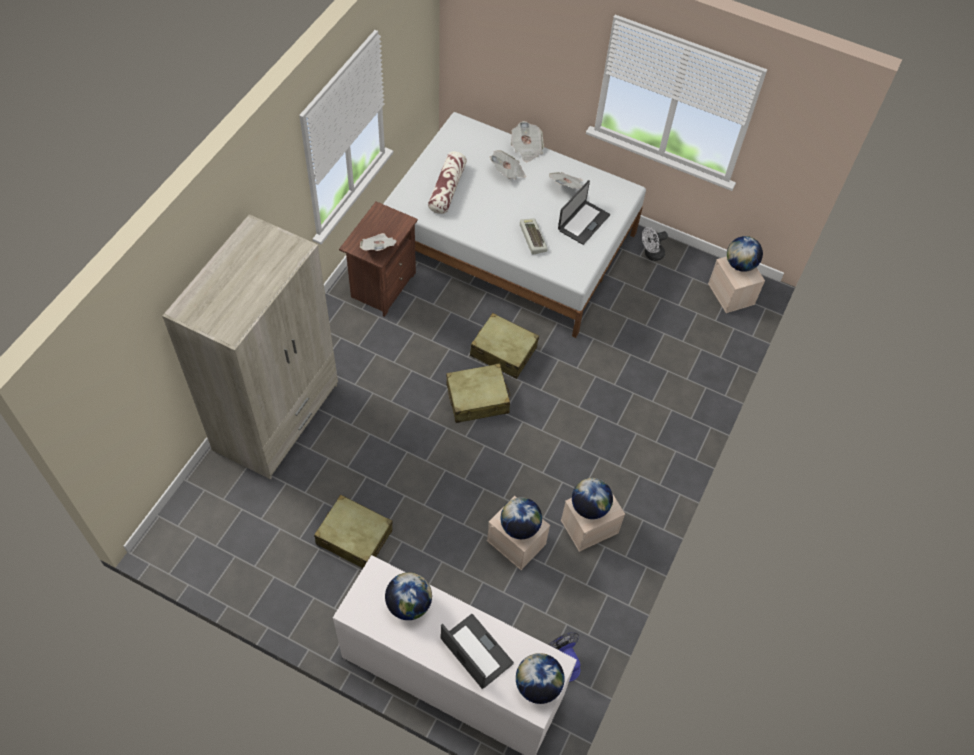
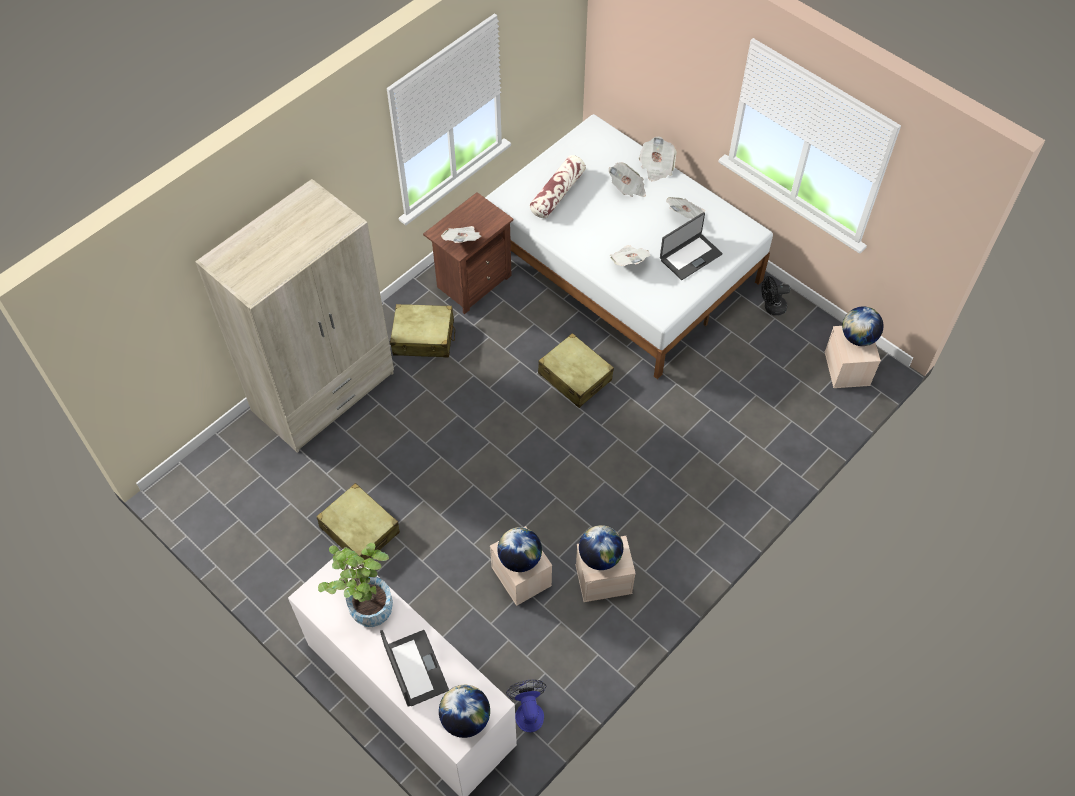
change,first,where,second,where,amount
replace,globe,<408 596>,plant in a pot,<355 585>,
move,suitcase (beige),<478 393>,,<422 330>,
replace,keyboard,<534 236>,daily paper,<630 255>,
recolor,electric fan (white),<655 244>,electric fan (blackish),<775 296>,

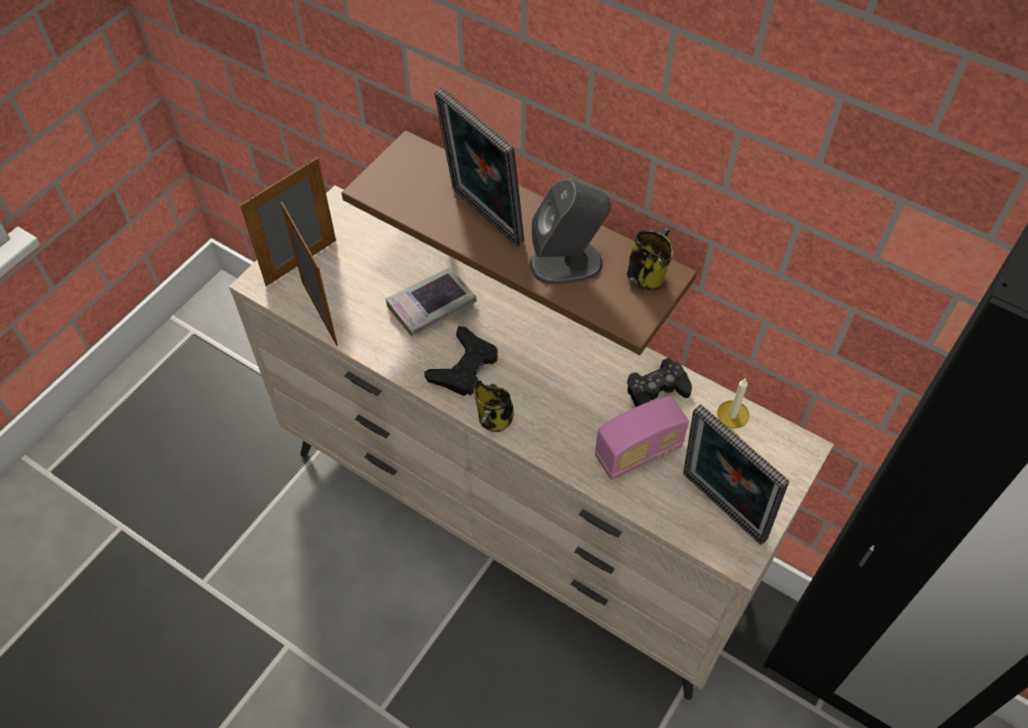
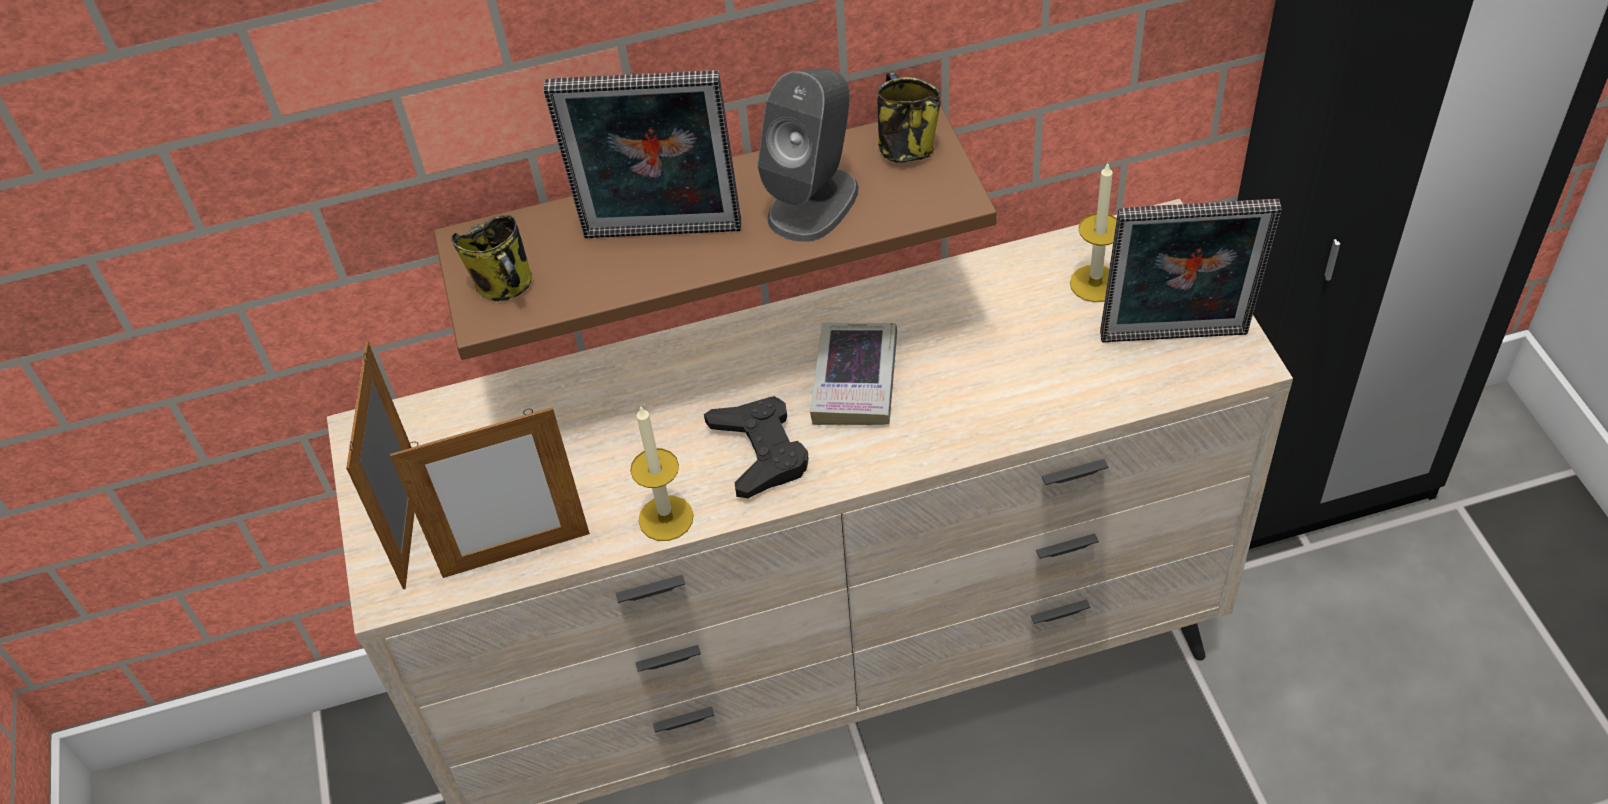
change,first,where,second,where,amount
rotate,photo frame,<309 274>,,<490 492>,150 degrees clockwise
move,book,<431 301>,,<853 374>,
move,coffee mug,<494 406>,,<491 258>,
delete,radio receiver,<642 438>,,,
delete,gamepad (blackish),<659 382>,,,
insert,,,wax candle,<662 473>,

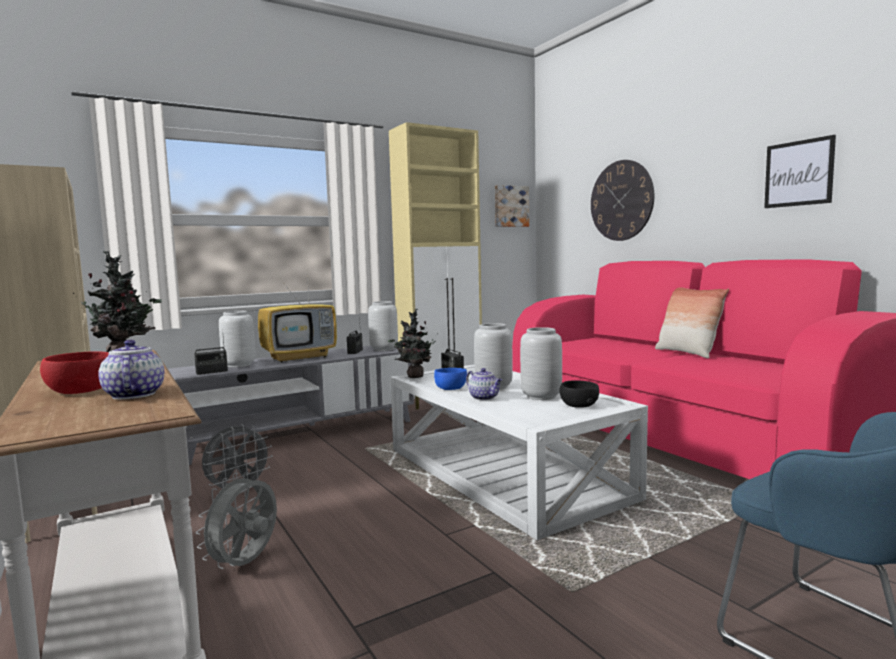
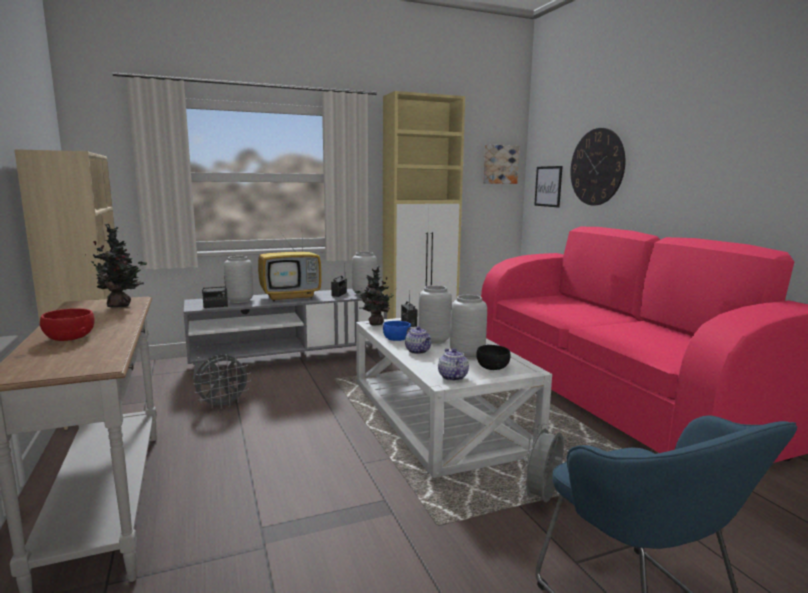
change,first,where,second,where,amount
move,teapot,<131 369>,,<453 364>,
move,electric fan (gray),<236 520>,,<542 463>,
delete,cushion,<692 322>,,,
move,picture,<800 171>,,<548 187>,

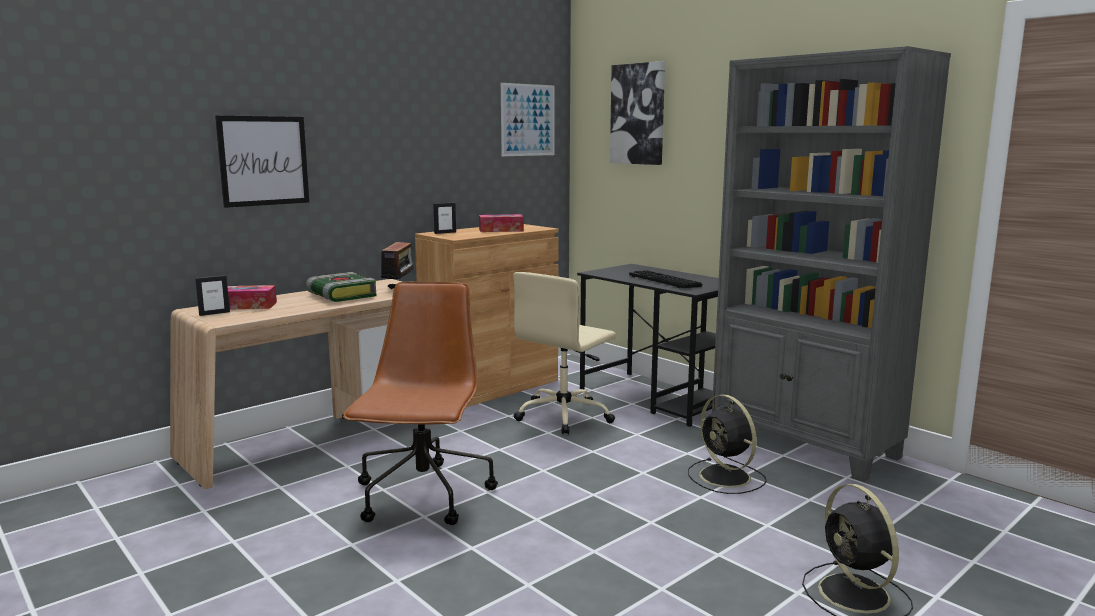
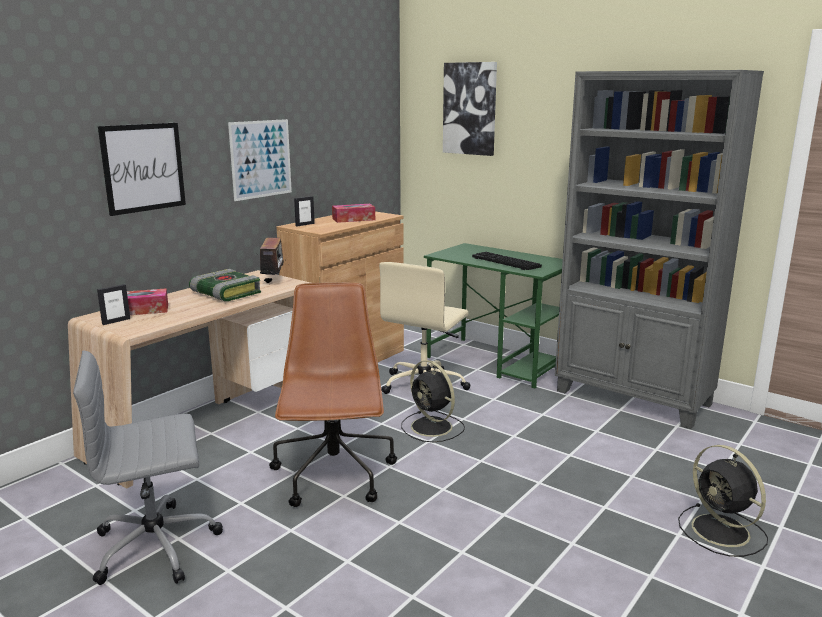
change,first,where,second,where,amount
move,picture,<528 119>,,<260 160>,
recolor,desk table (blackish),<648 345>,desk table (green-coloured),<493 316>,
move,electric fan (blackish),<727 444>,,<433 401>,
insert,,,desk chair (gray),<148 467>,

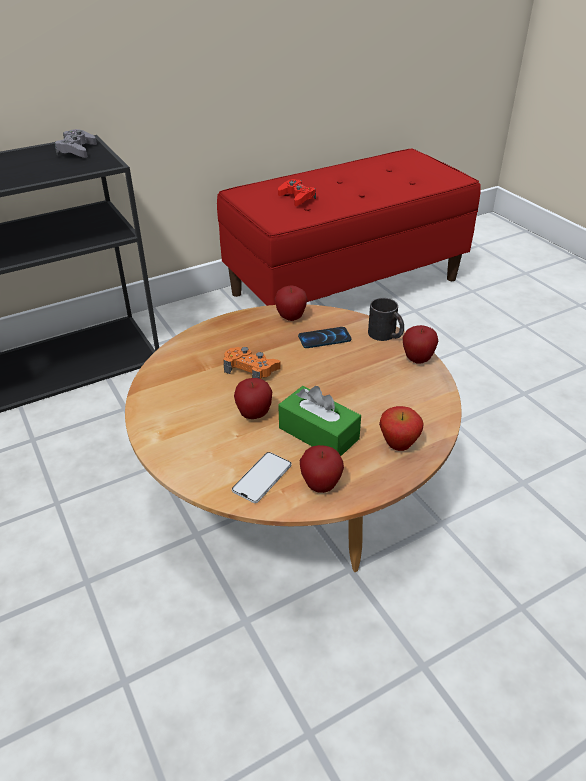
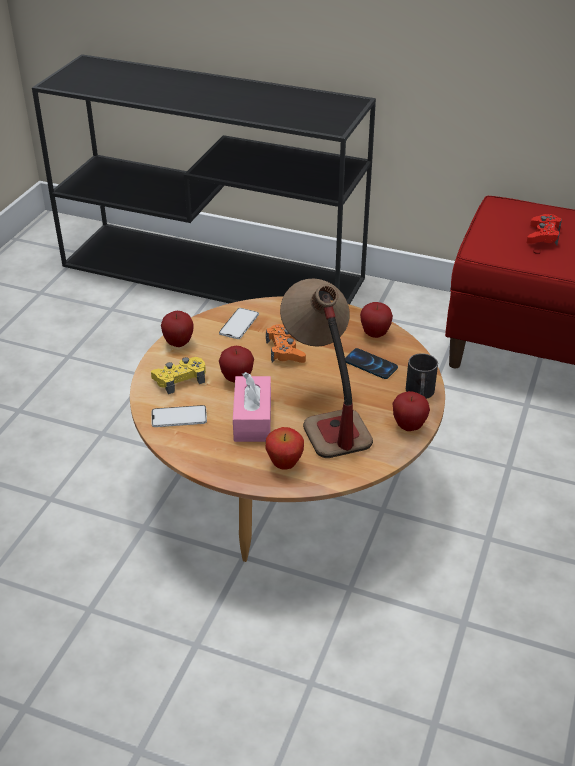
change,first,where,second,where,amount
delete,gamepad (gray),<76 143>,,,
recolor,box of tissues (green-coloured),<319 421>,box of tissues (pink-coloured),<252 407>,
move,whole apple,<322 469>,,<177 329>,
insert,,,gamepad (yellow-coloured),<178 375>,
insert,,,telephone,<239 323>,
insert,,,tabletop lamp,<326 368>,

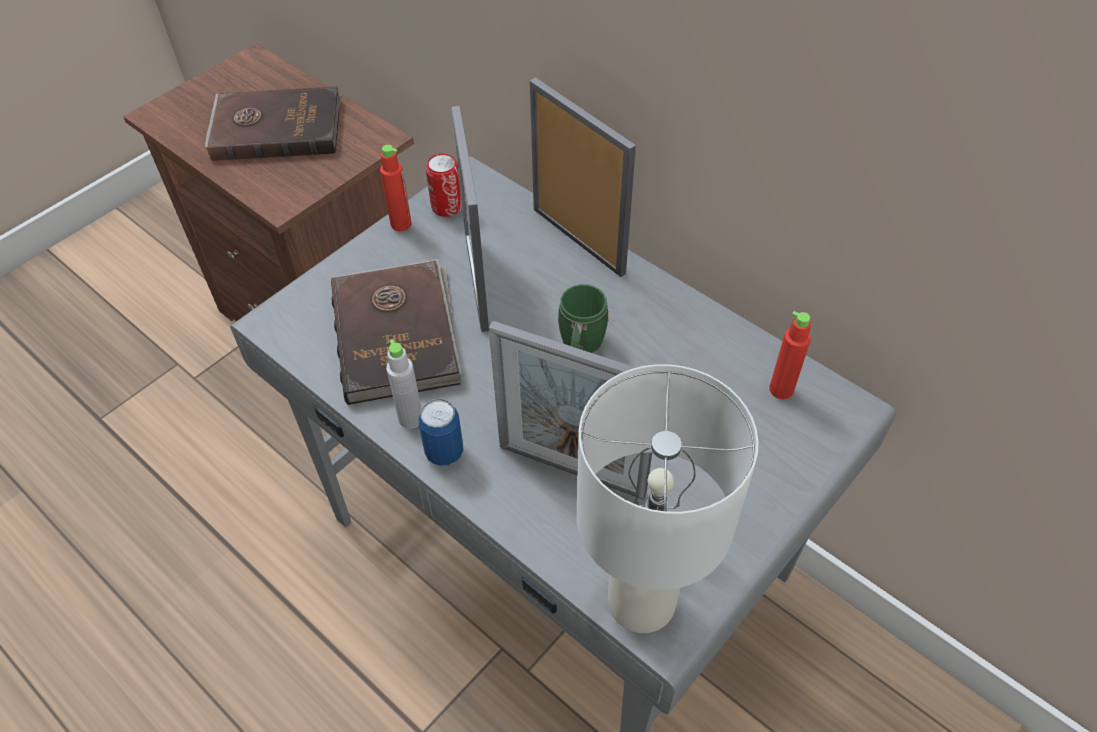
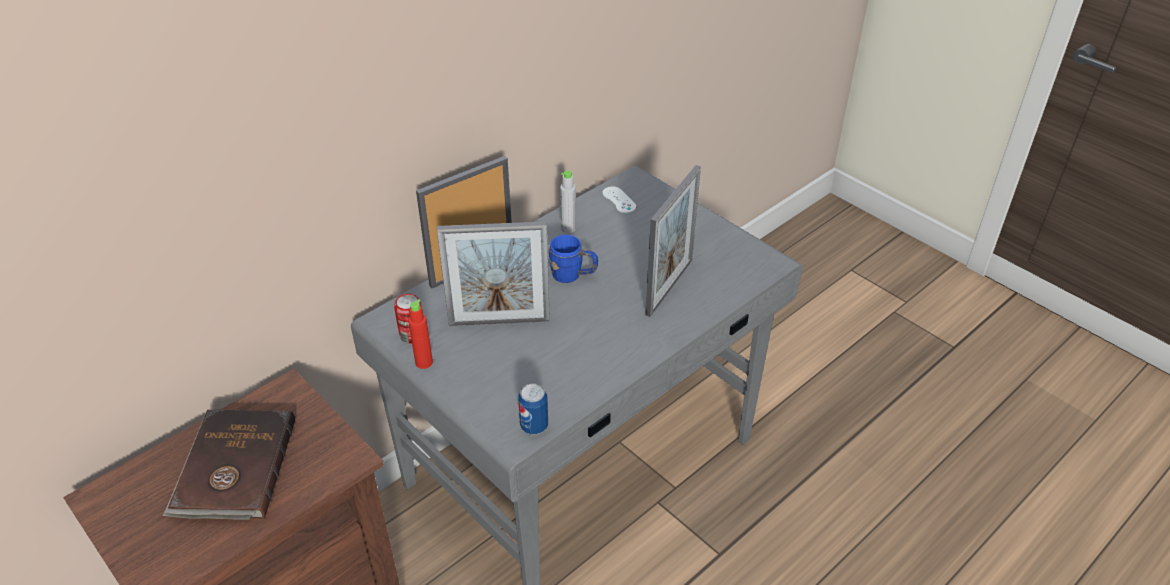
change,first,where,second,where,amount
delete,book (brown-coloured),<396 332>,,,
move,drink bottle (gray),<404 384>,,<568 201>,
move,can,<441 432>,,<533 408>,
recolor,coffee mug (green-coloured),<583 318>,coffee mug (bluish),<573 259>,
delete,tabletop lamp (white),<668 498>,,,
replace,drink bottle (red-coloured),<790 355>,gamepad (white),<619 199>,

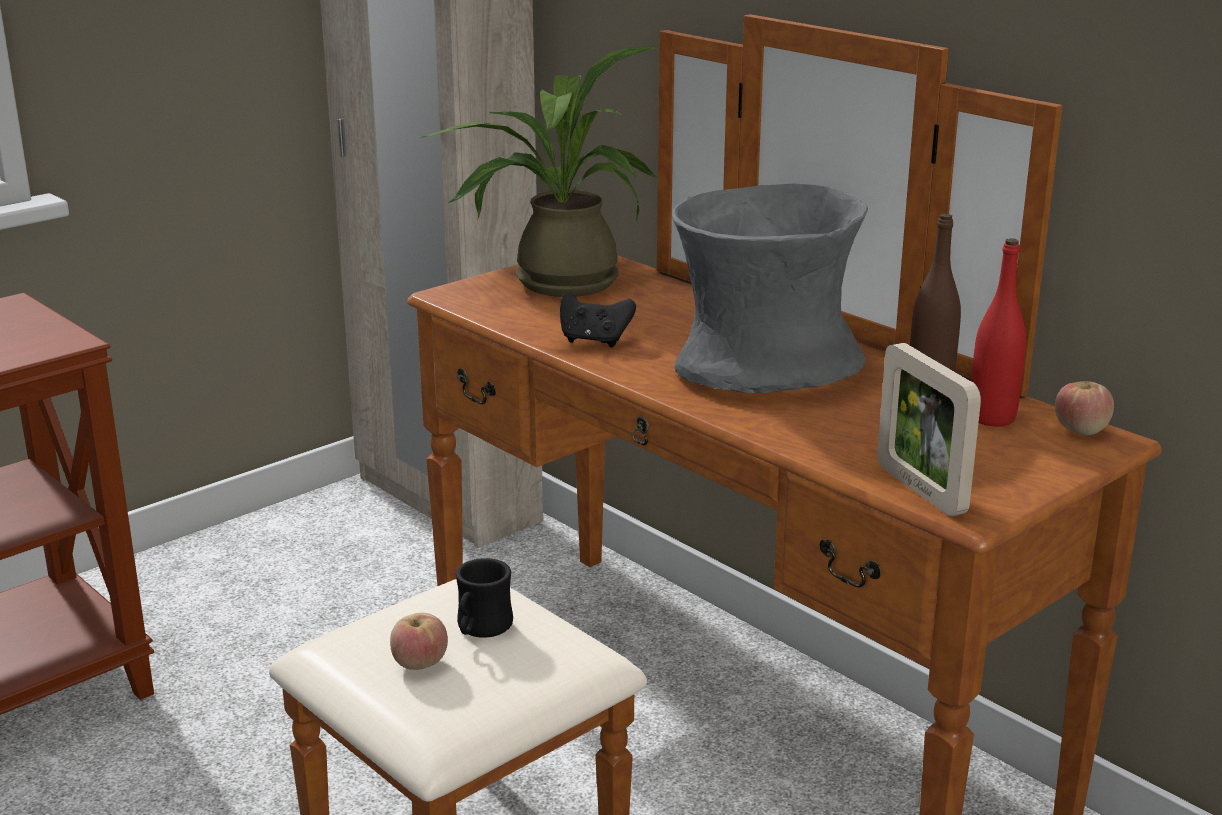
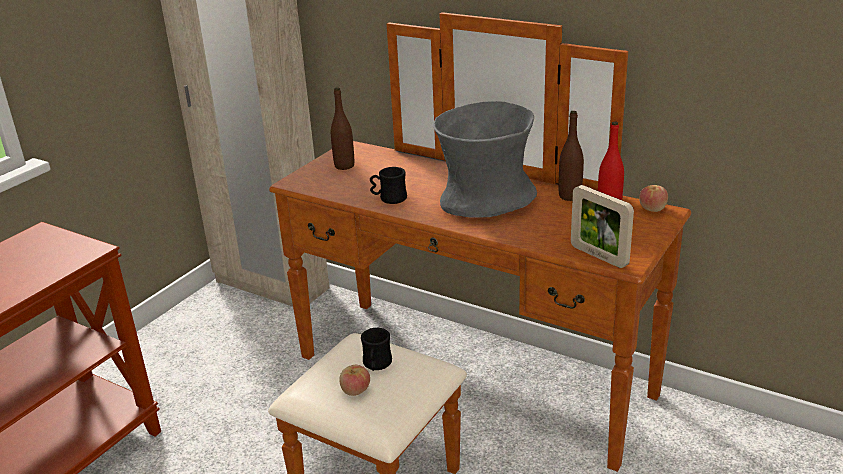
change,first,where,second,where,amount
replace,plant in a pot,<540 171>,drink bottle (brown-coloured),<342 129>,
replace,gamepad (blackish),<598 320>,coffee mug (blackish),<388 185>,

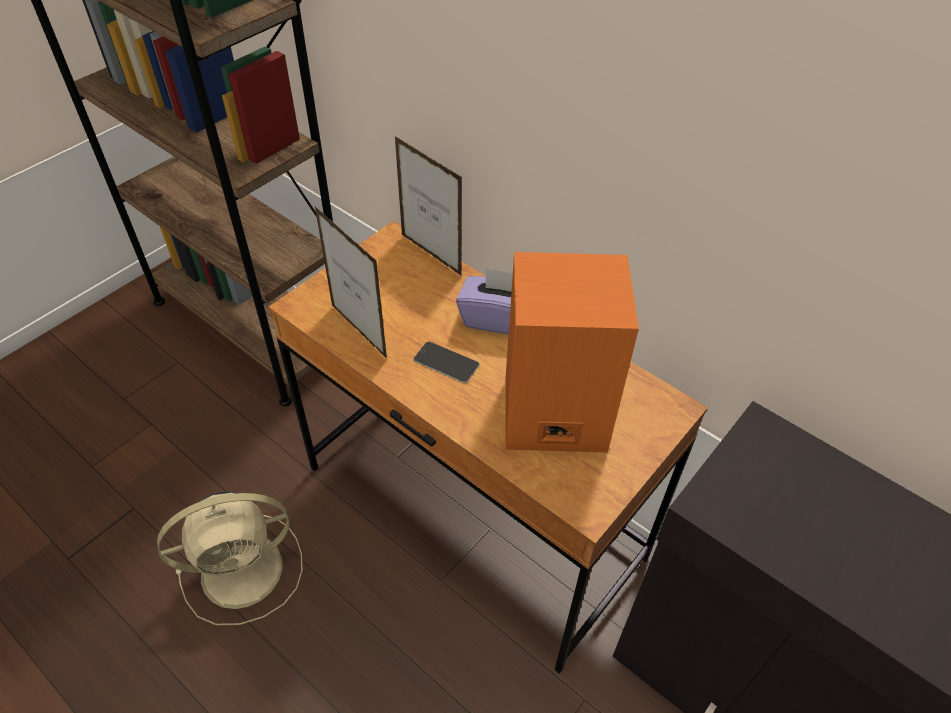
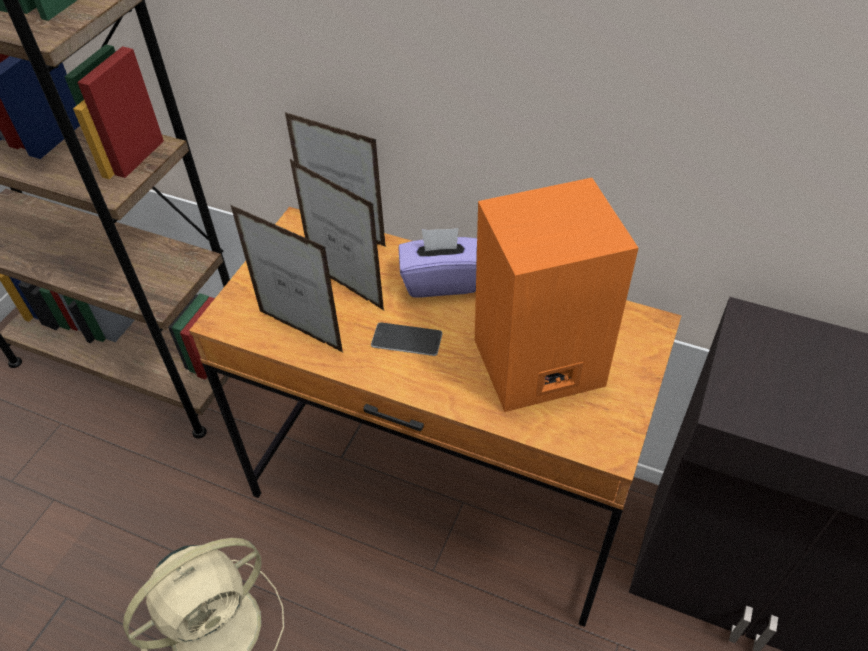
change,first,where,second,where,amount
insert,,,photo frame,<337 234>,

